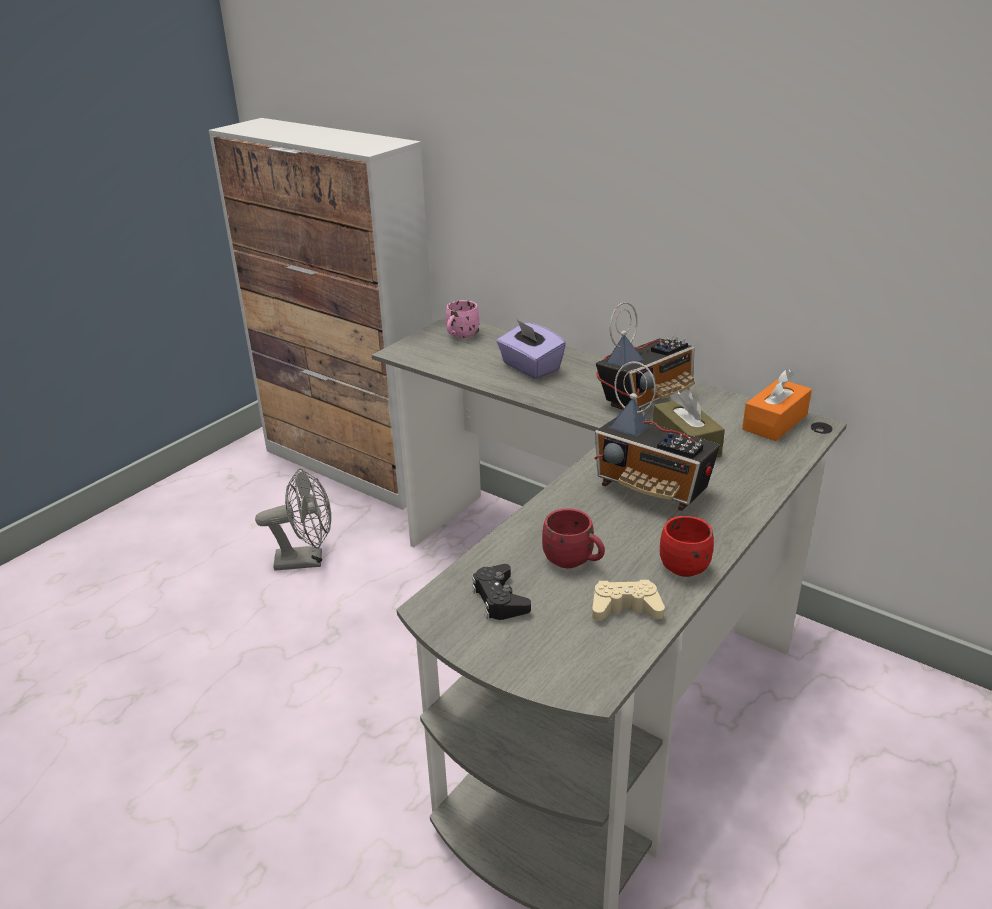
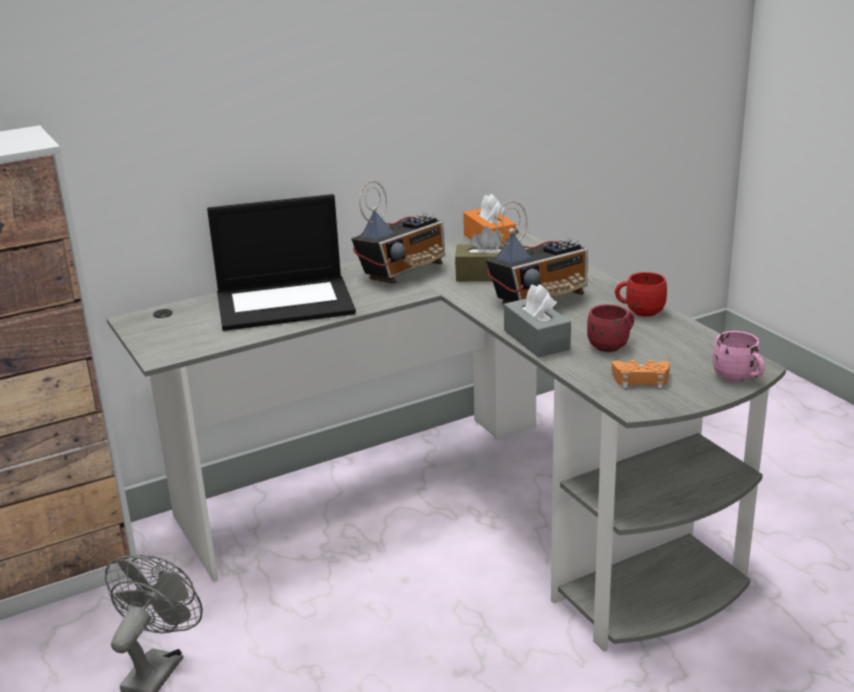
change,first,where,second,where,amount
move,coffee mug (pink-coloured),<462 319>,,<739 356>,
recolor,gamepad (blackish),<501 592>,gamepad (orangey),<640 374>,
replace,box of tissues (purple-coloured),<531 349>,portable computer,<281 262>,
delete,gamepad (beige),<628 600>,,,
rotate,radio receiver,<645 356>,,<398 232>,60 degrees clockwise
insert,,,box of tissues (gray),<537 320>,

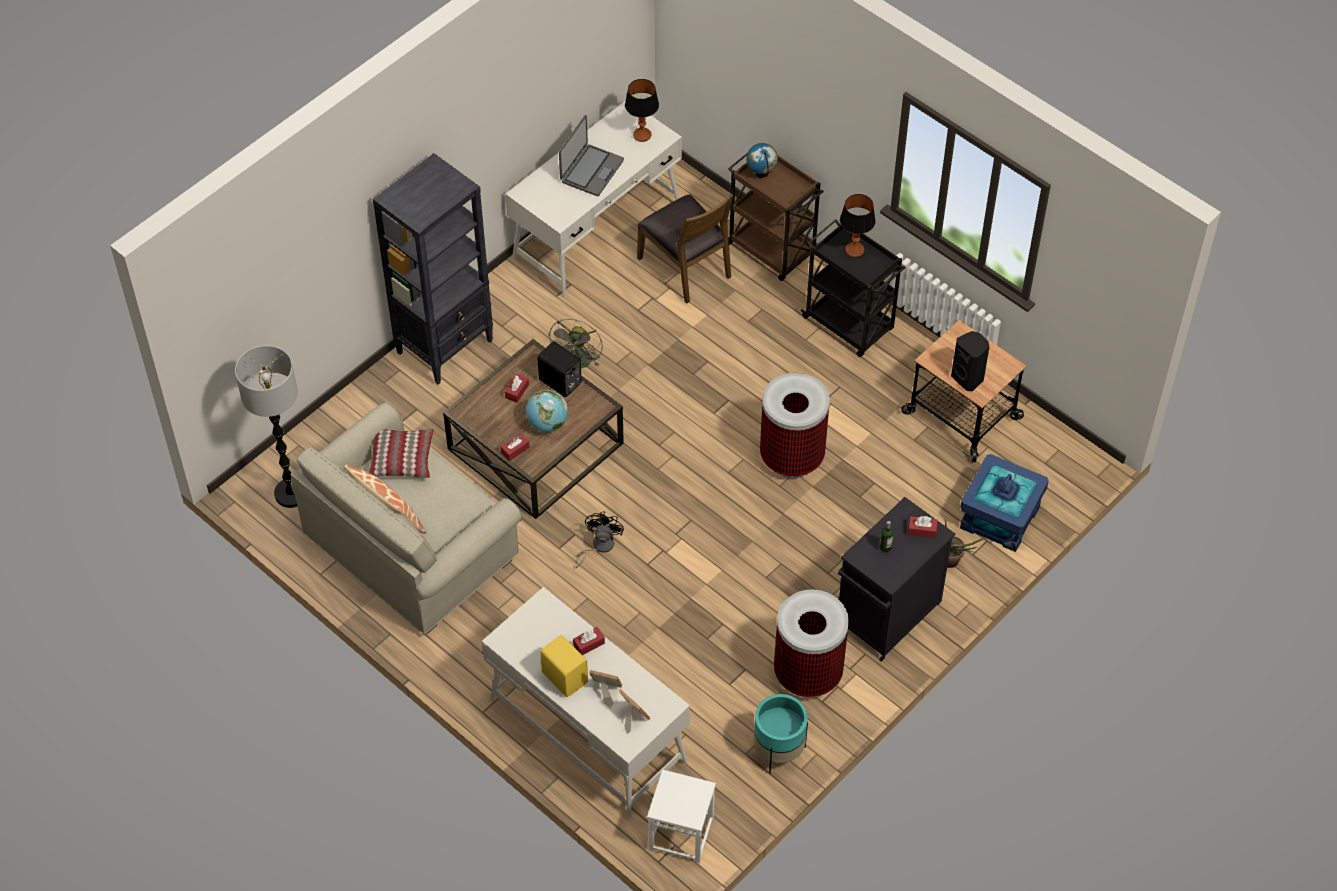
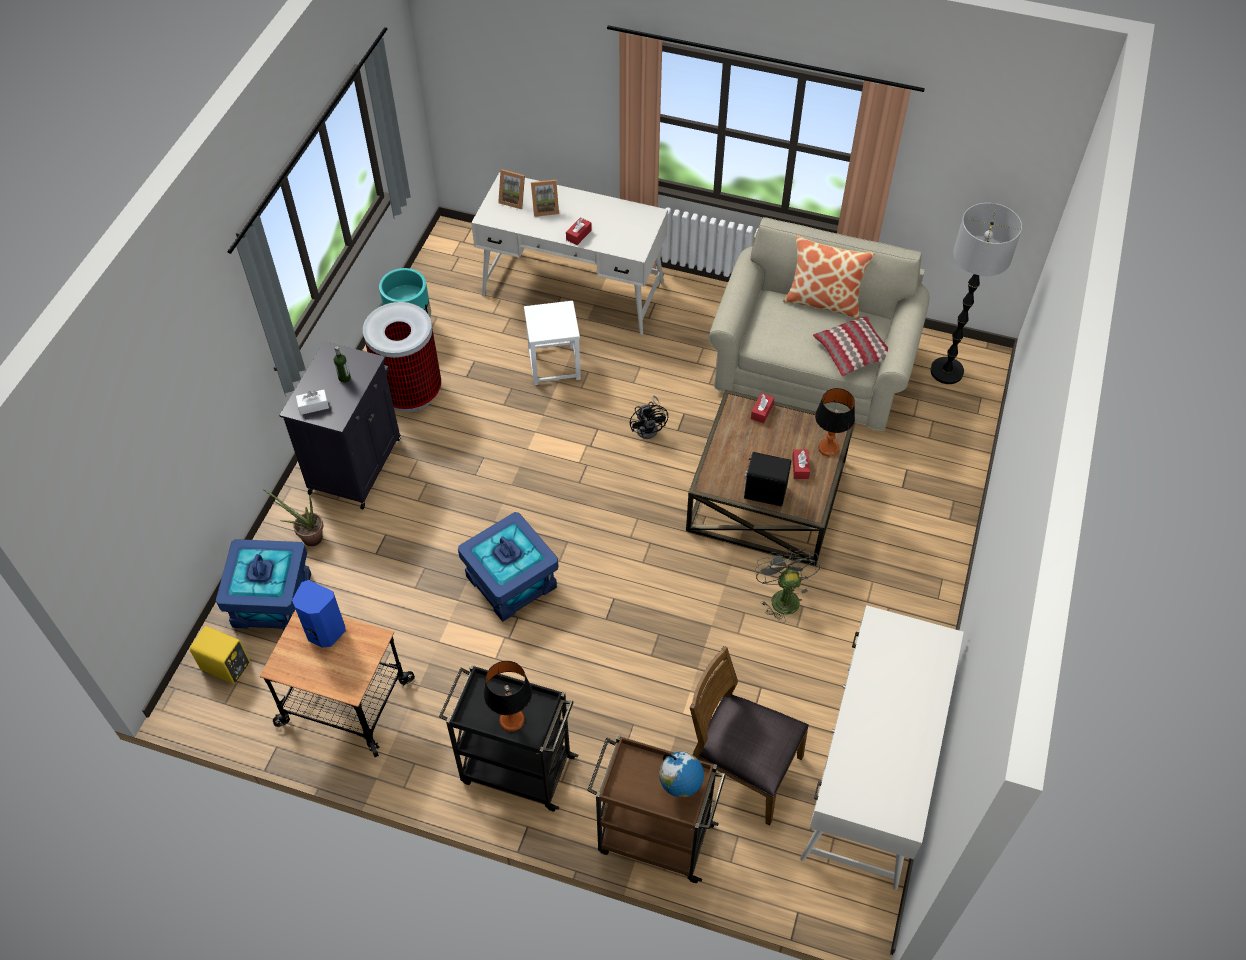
change,first,where,second,where,amount
delete,shelving unit (blackish),<433 269>,,,
delete,globe,<547 410>,,,
move,speaker (yellow-coloured),<564 666>,,<220 655>,
delete,portable computer,<591 155>,,,
move,tabletop lamp,<642 110>,,<835 422>,
move,stool seat (white),<681 816>,,<552 343>,
replace,rubbish bin,<795 425>,storage bin (bluish),<508 567>,
recolor,box of tissues (red-coloured),<923 527>,box of tissues (white),<312 402>,
recolor,speaker (blackish),<970 361>,speaker (bluish),<319 614>,

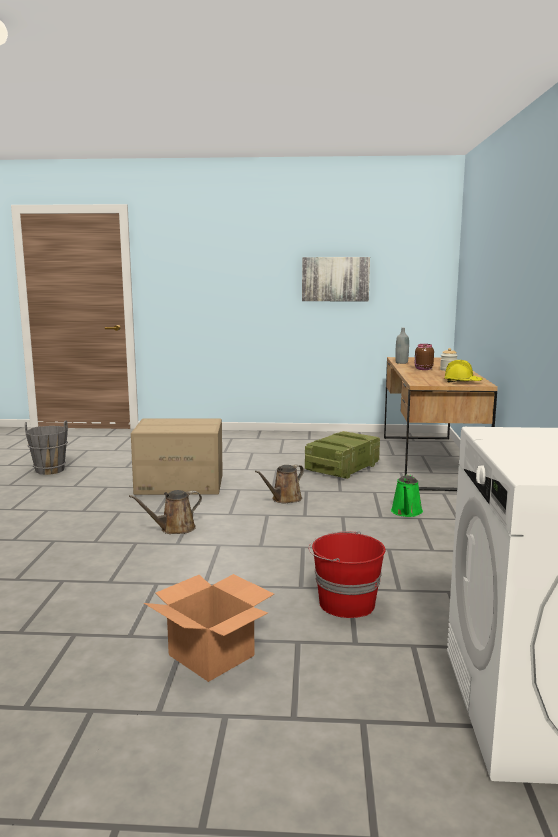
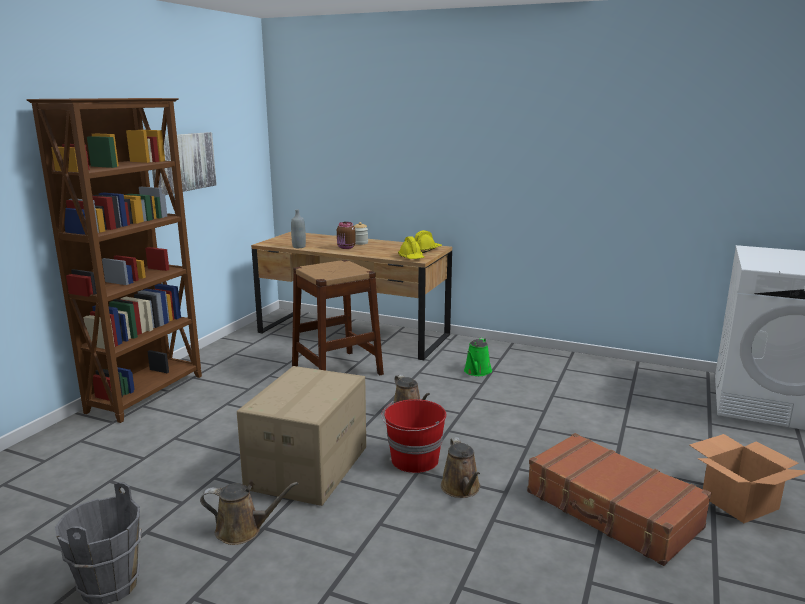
change,first,where,second,where,amount
replace,crate,<342 455>,stool seat (brown-coloured),<338 317>,
move,pail (red-coloured),<347 574>,,<413 436>,
rotate,watering can (green-coloured),<407 495>,,<478 357>,75 degrees clockwise
insert,,,shelving unit (brown-coloured),<114 260>,
insert,,,watering can (brown-coloured),<249 513>,
insert,,,hard hat (yellow-coloured),<411 247>,
insert,,,suitcase (brown-coloured),<619 499>,

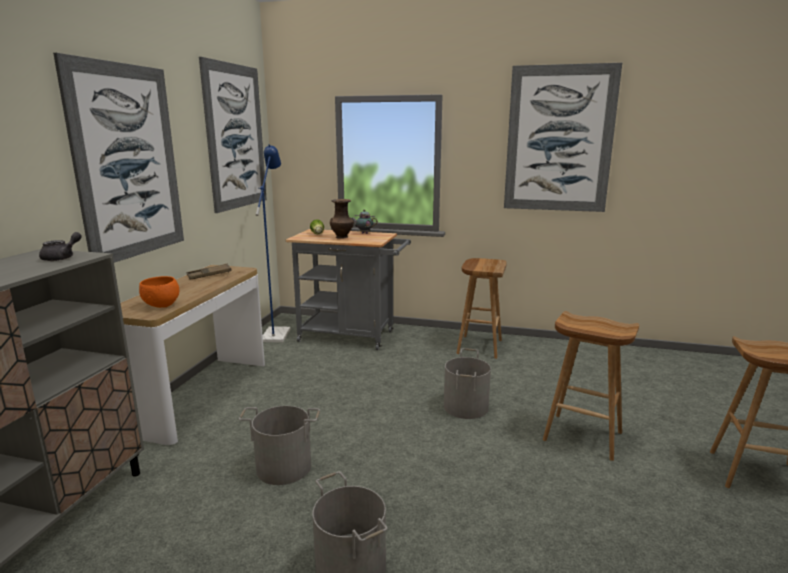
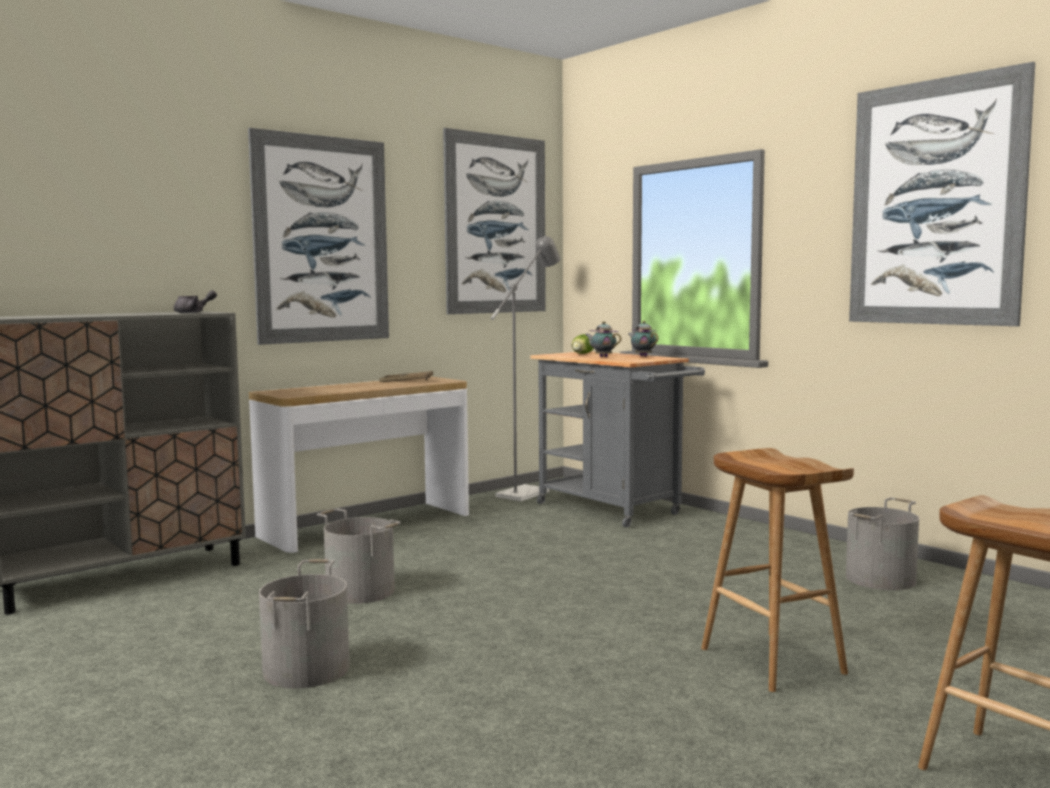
change,first,where,second,where,amount
delete,deep dish (orangey),<159 292>,,,
recolor,floor lamp (bluish),<273 243>,floor lamp (gray),<525 367>,
replace,decorative vase (brown-coloured),<342 219>,teapot,<603 339>,
move,pail (gray),<467 383>,,<882 543>,
delete,stool seat (brown-coloured),<481 308>,,,

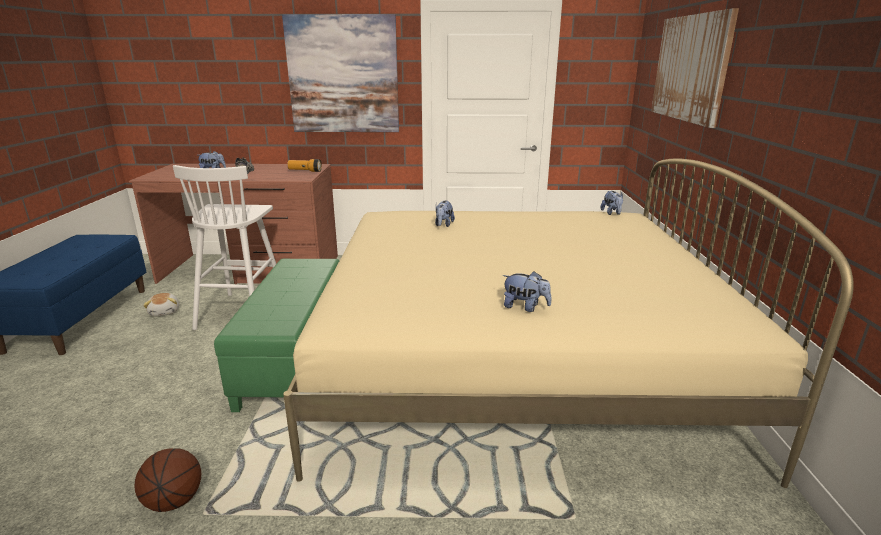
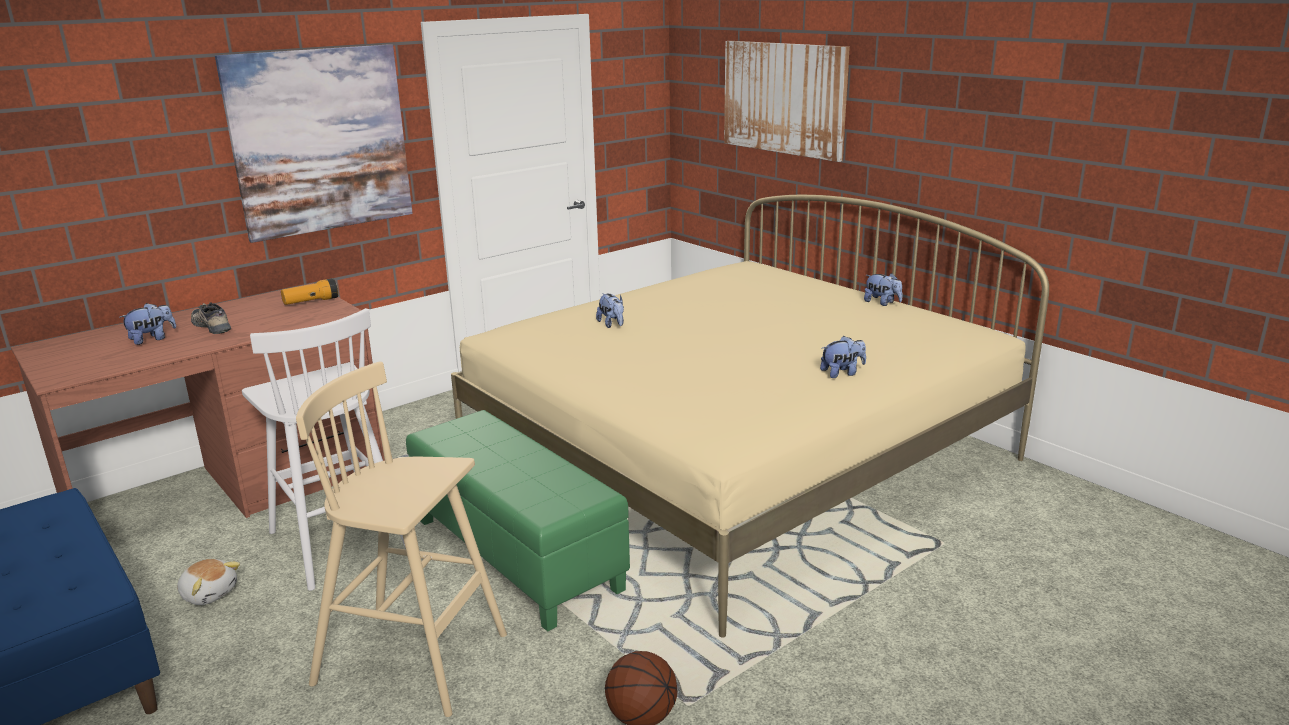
change,first,where,second,where,amount
move,cuddly toy,<612 203>,,<883 289>,
insert,,,stool seat (beige),<401 539>,

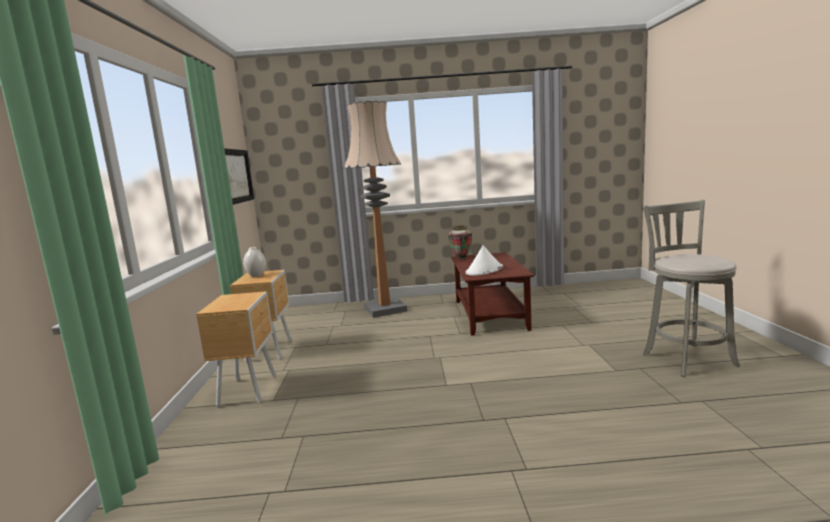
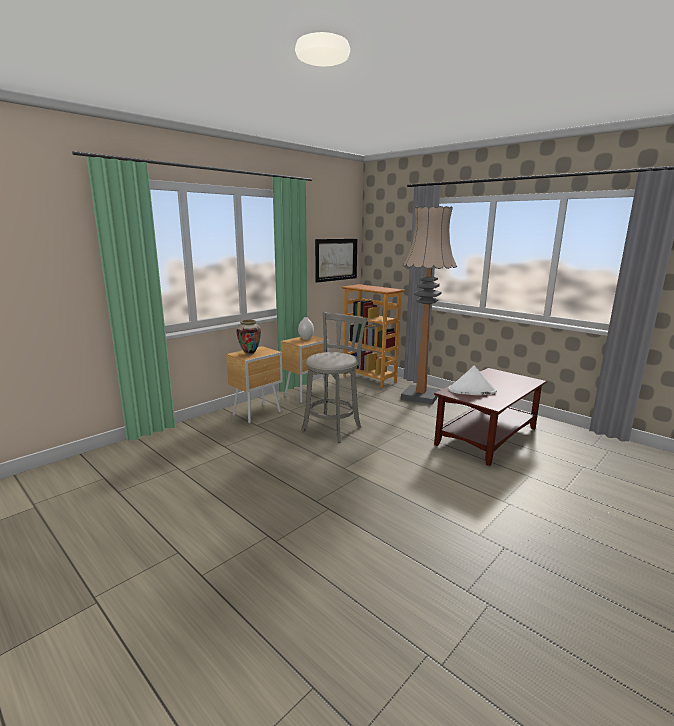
change,first,where,second,where,amount
move,decorative vase,<460 243>,,<248 337>,
move,stool seat (gray),<691 288>,,<334 377>,
insert,,,shelving unit,<373 336>,

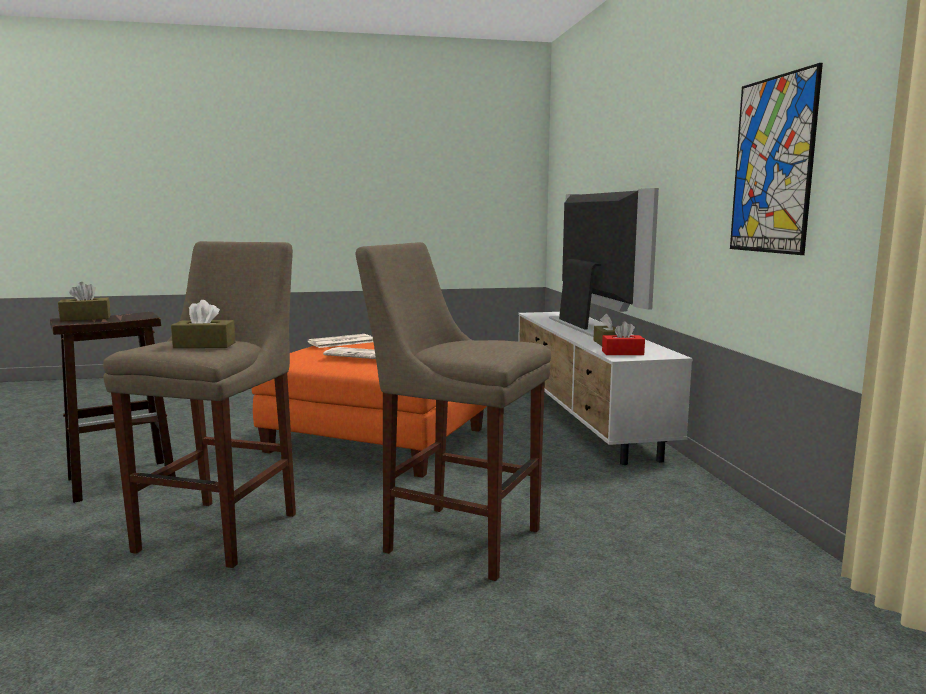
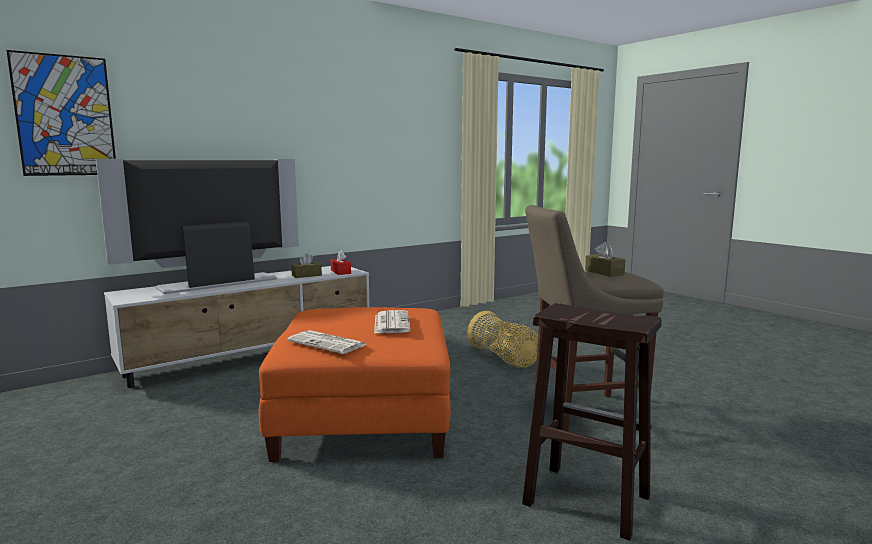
change,first,where,second,where,amount
delete,box of tissues (brown-coloured),<84 301>,,,
replace,stool seat (beige),<453 411>,storage basket,<502 339>,
move,picture,<776 159>,,<61 113>,

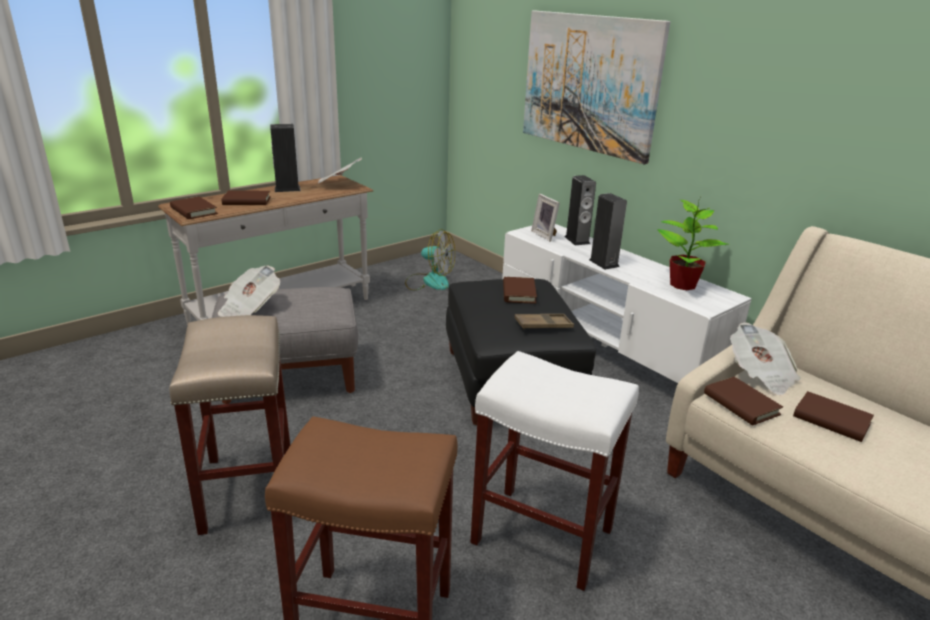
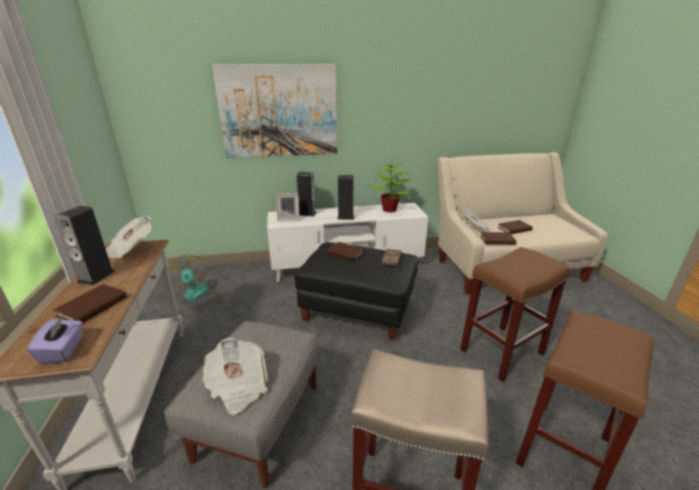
change,first,where,second,where,amount
replace,book (brown-coloured),<194 207>,box of tissues (purple-coloured),<54 341>,
rotate,electric fan,<430 259>,,<194 281>,75 degrees counterclockwise
recolor,stool seat (white),<554 471>,stool seat (brown-coloured),<515 314>,

